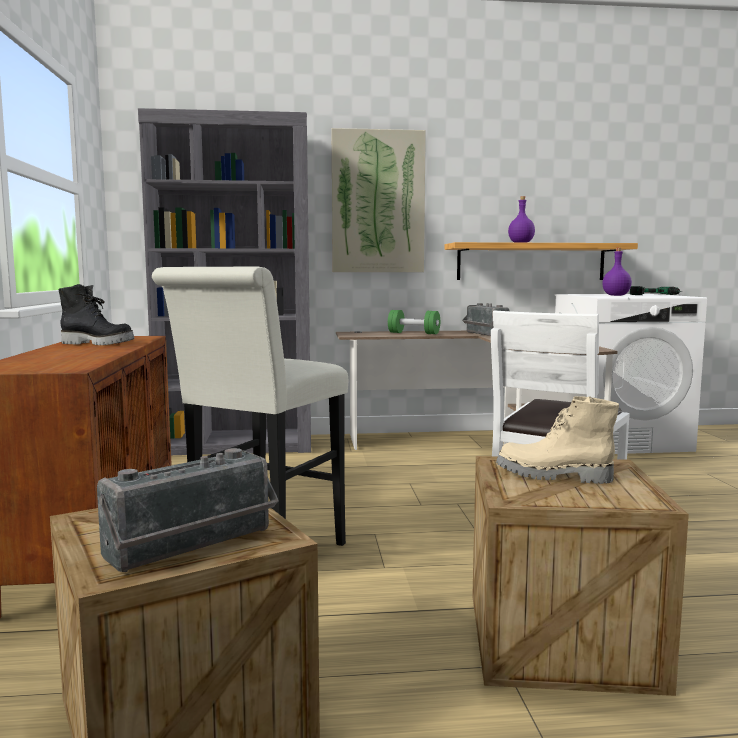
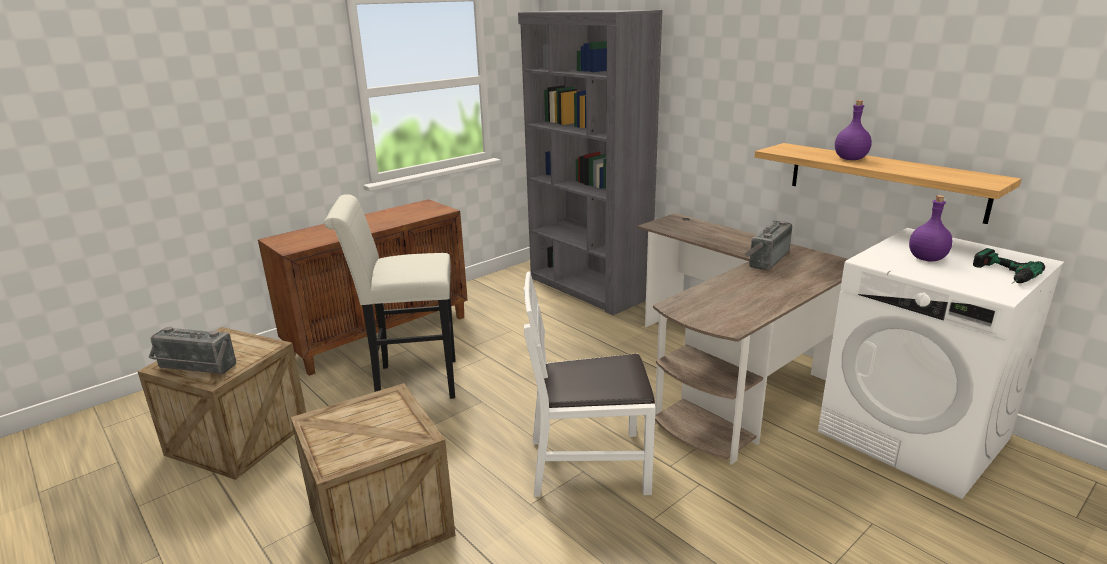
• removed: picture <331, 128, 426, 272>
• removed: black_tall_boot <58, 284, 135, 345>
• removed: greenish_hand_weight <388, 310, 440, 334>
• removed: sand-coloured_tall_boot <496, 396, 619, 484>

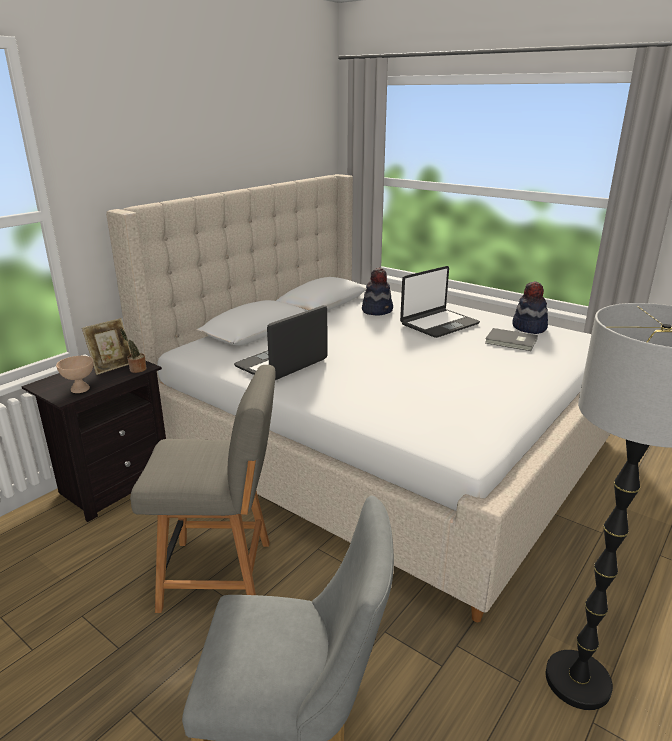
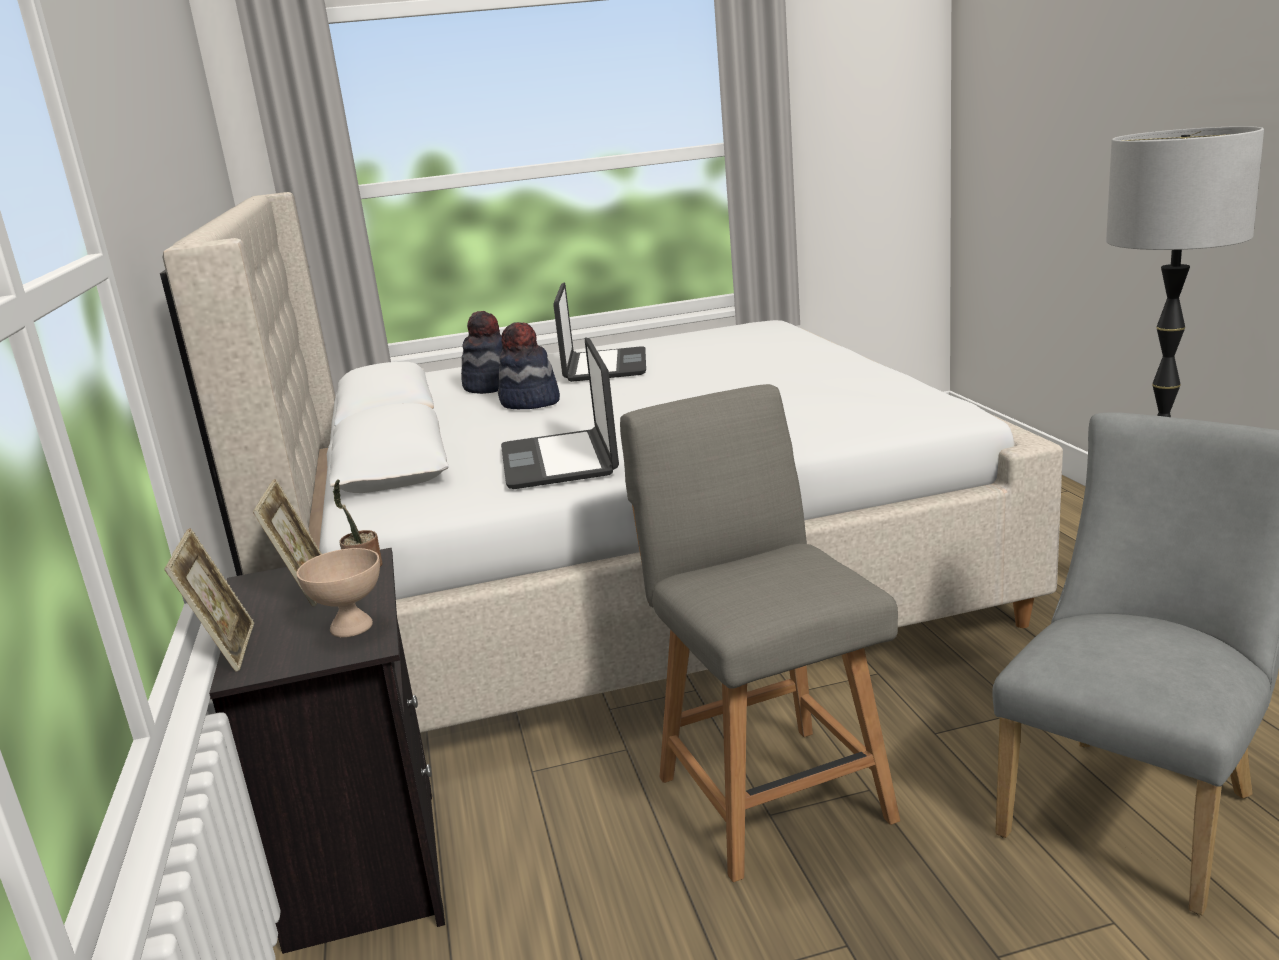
• moved: hat <512, 281, 548, 334> to <498, 322, 560, 409>
• removed: greyish_bound_book <485, 328, 538, 351>
• turned: greyish_plain_chair <130, 365, 276, 613> = <620, 384, 900, 882> 60 degrees counterclockwise
• added: picture_frame <164, 528, 254, 672>

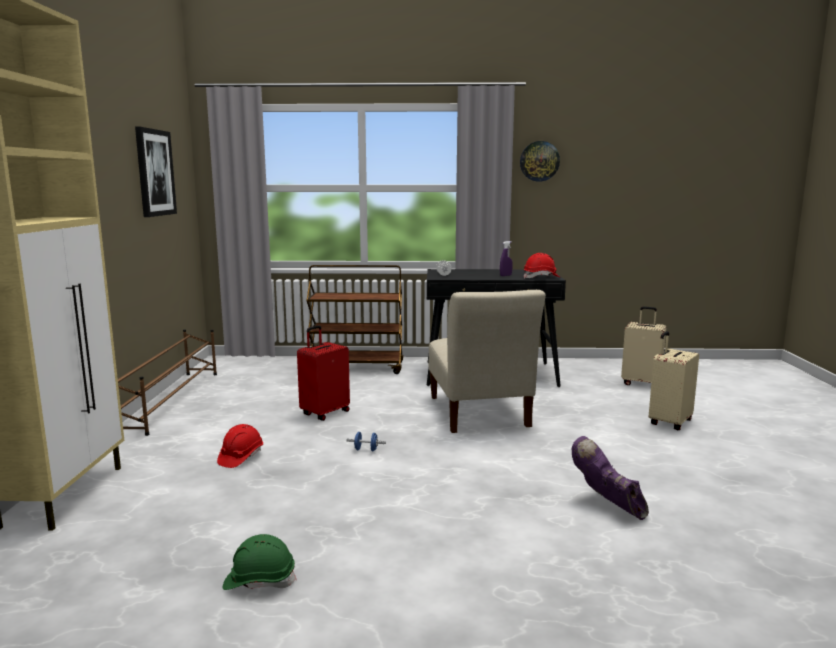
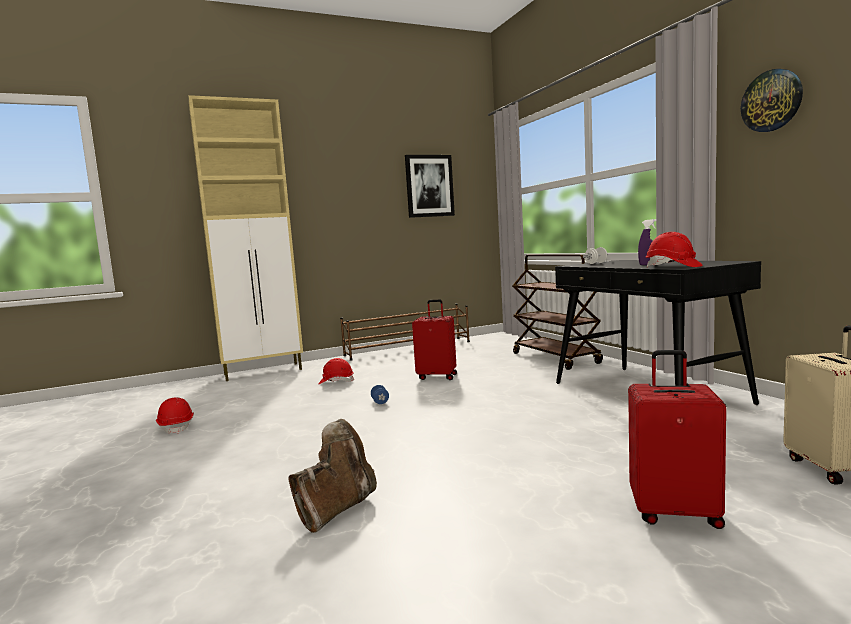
• removed: sand-coloured_plain_chair <429, 290, 546, 433>
• recoloured: sand-coloured_travel_case <649, 331, 699, 431> to red_travel_case <628, 350, 726, 529>
• recoloured: purple_tall_boot <572, 436, 649, 520> to brownish_tall_boot <289, 419, 377, 533>
• recoloured: greenish_safety_helmet <223, 534, 296, 590> to red_safety_helmet <156, 397, 194, 434>

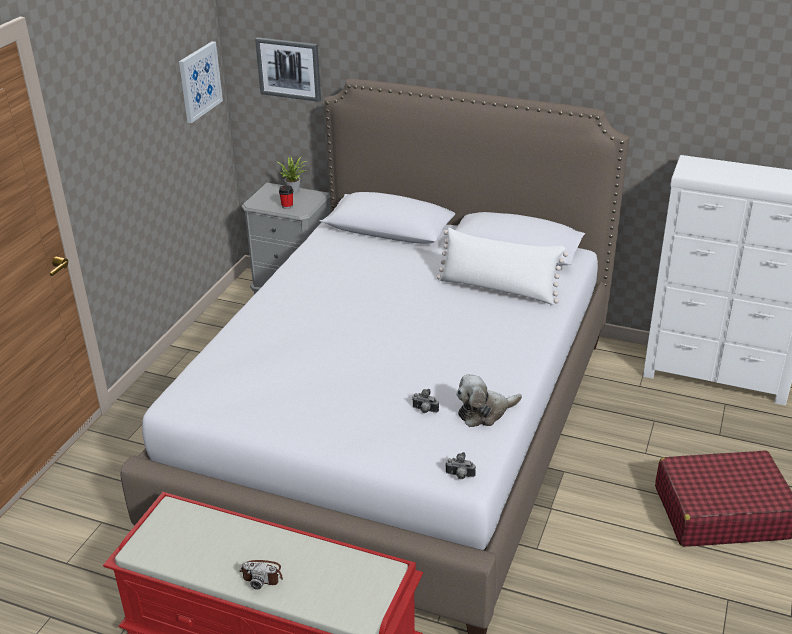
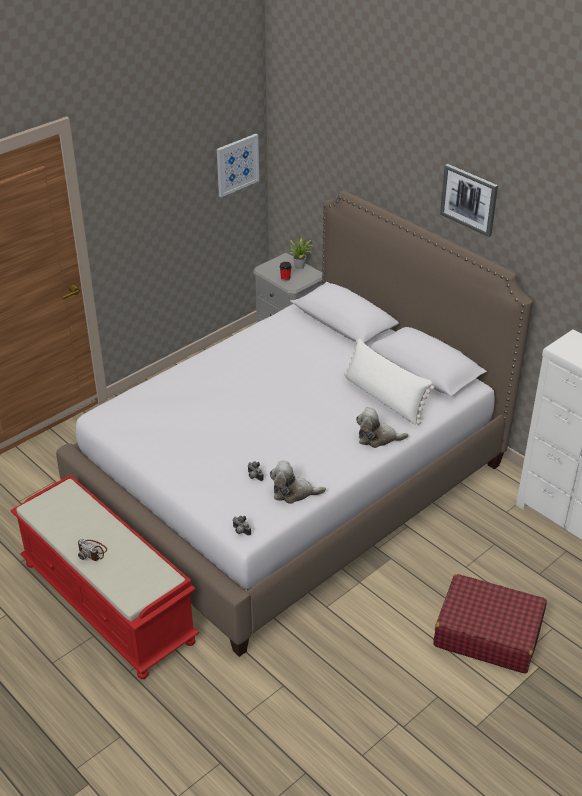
• moved: picture <255, 37, 321, 102> to <440, 164, 498, 237>
• added: cuddly_toy <356, 407, 408, 448>

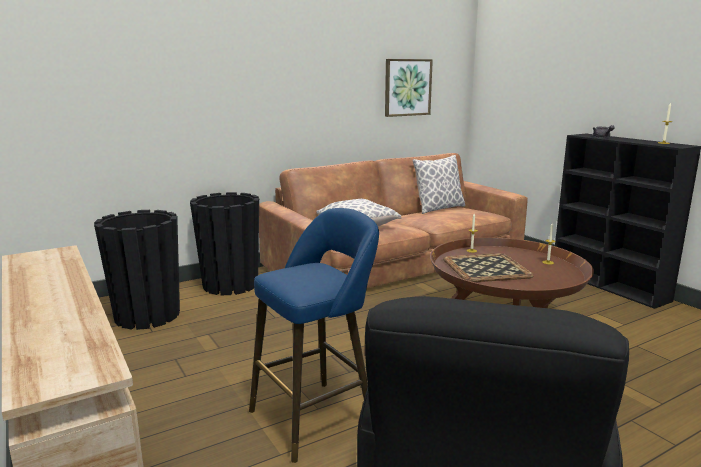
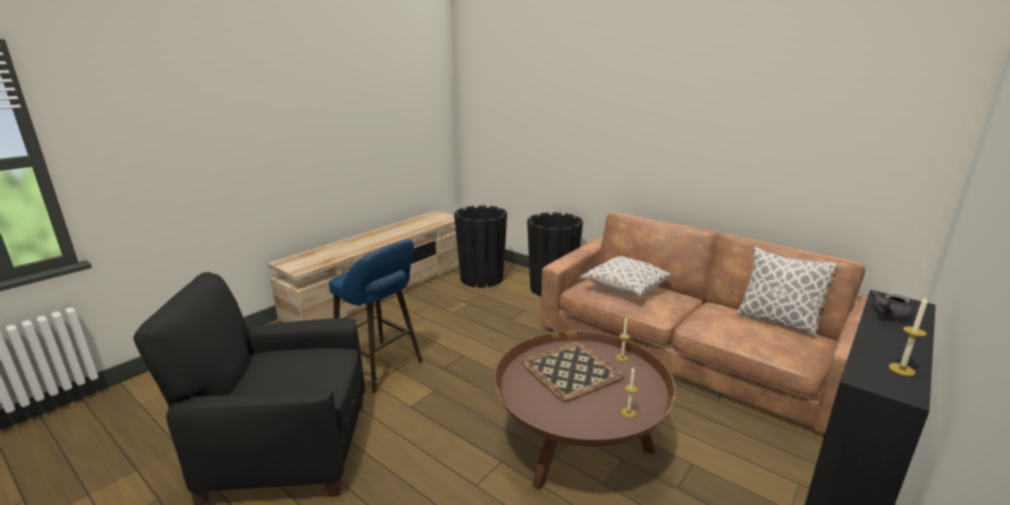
• removed: picture <385, 59, 433, 117>

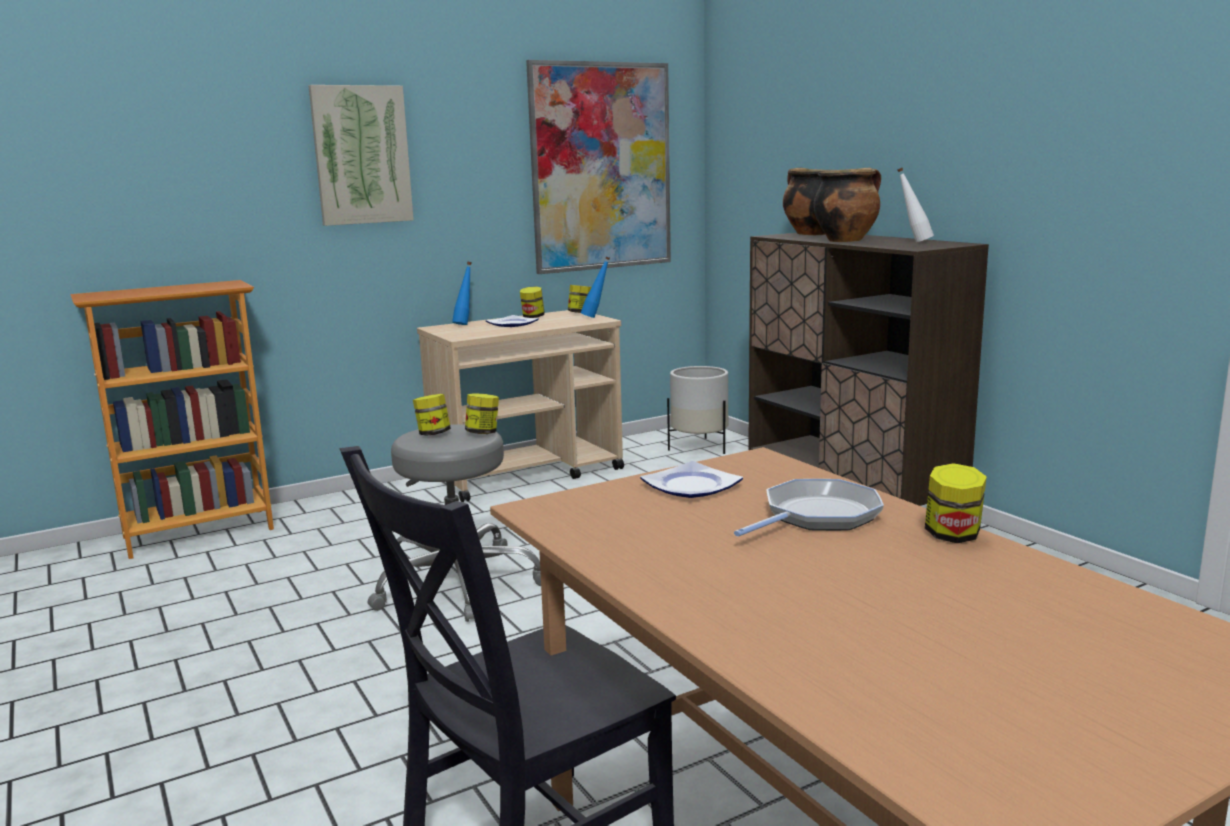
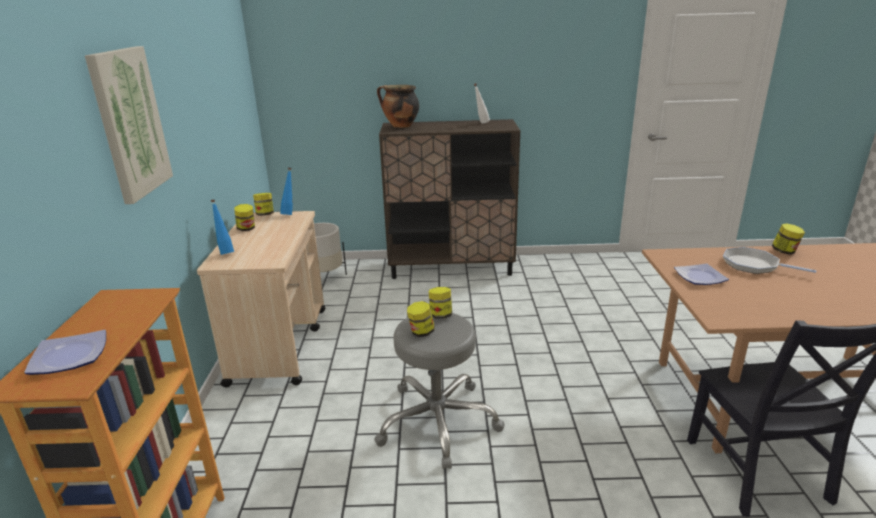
• removed: picture <526, 60, 671, 274>
• removed: saucepot <814, 168, 881, 242>
• moved: dinner_plate <485, 315, 539, 327> to <24, 330, 106, 375>
• turned: frying_pan <734, 479, 884, 536> = <723, 247, 817, 274> 45 degrees counterclockwise

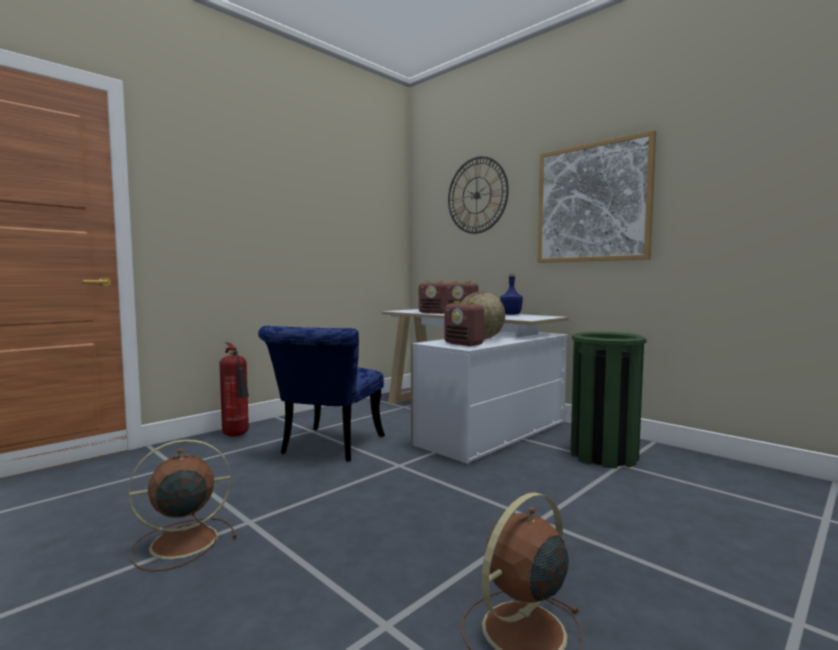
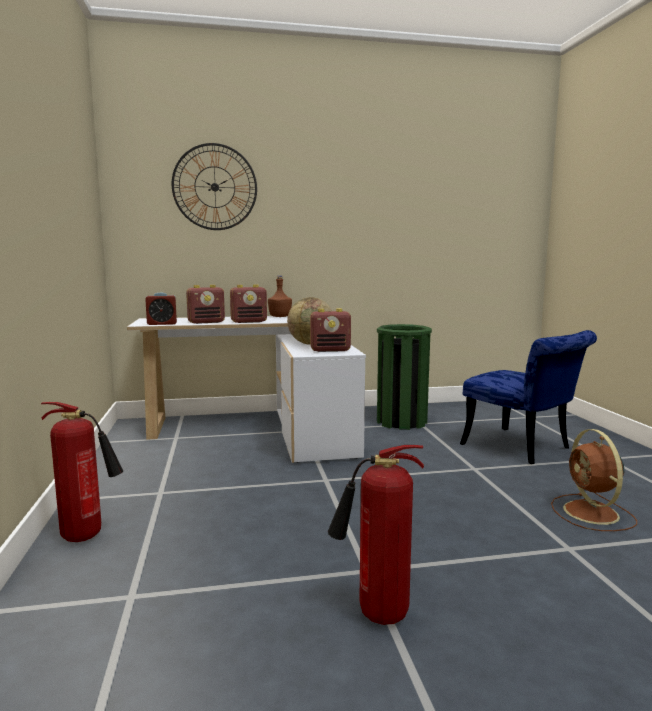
• removed: picture <538, 130, 656, 263>
• recoloured: blue-coloured_bottle <500, 273, 523, 315> to brownish_bottle <268, 276, 292, 317>
• moved: blue-coloured_plain_chair <258, 326, 385, 462> to <460, 330, 597, 464>
• replaced: brownish_fan <128, 439, 237, 572> to fire_extinguisher <328, 445, 424, 625>
• added: table_clock <145, 292, 177, 325>

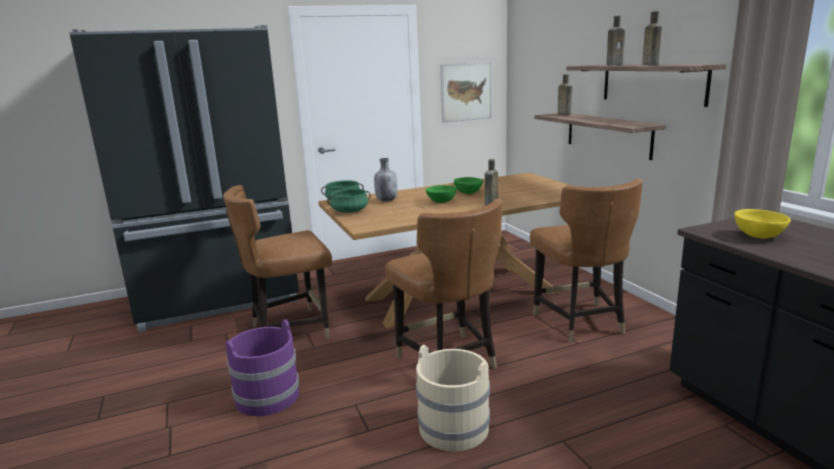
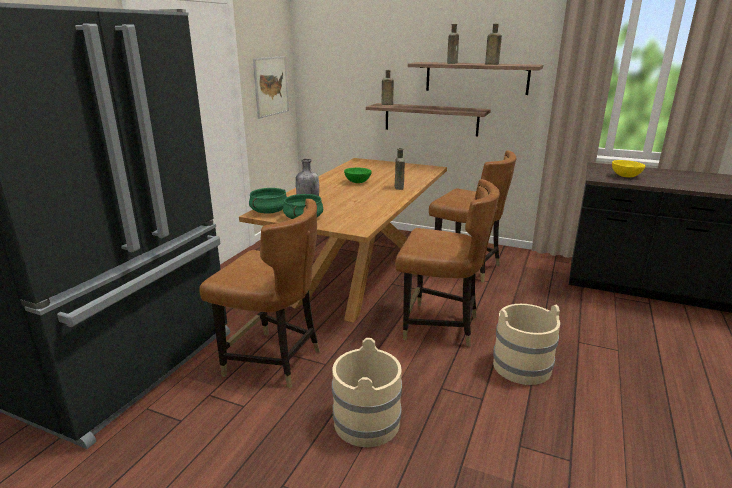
• turned: brownish_plain_chair <223, 185, 332, 339> = <199, 199, 320, 388> 90 degrees counterclockwise
• removed: greenish_deep_dish <426, 185, 457, 203>
• recoloured: purple_bucket <226, 319, 299, 416> to sand-coloured_bucket <332, 338, 402, 447>

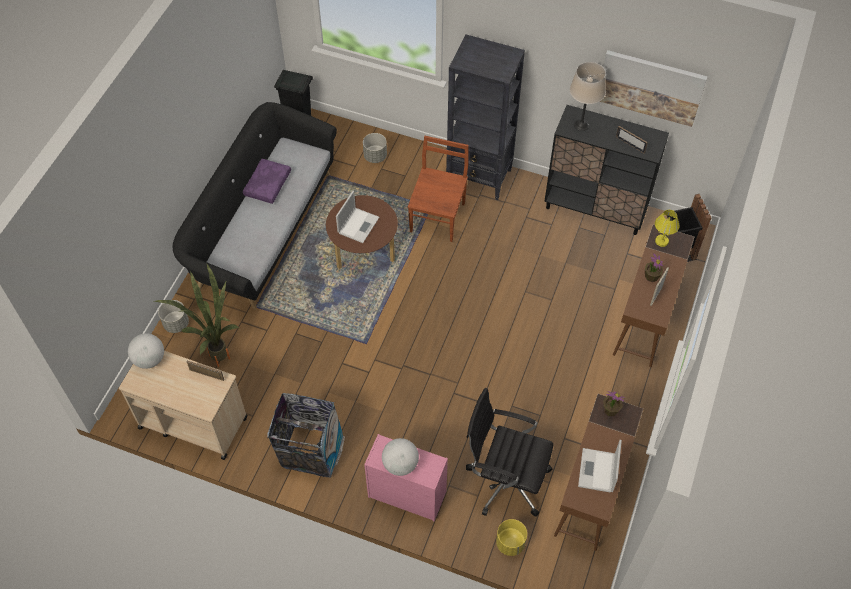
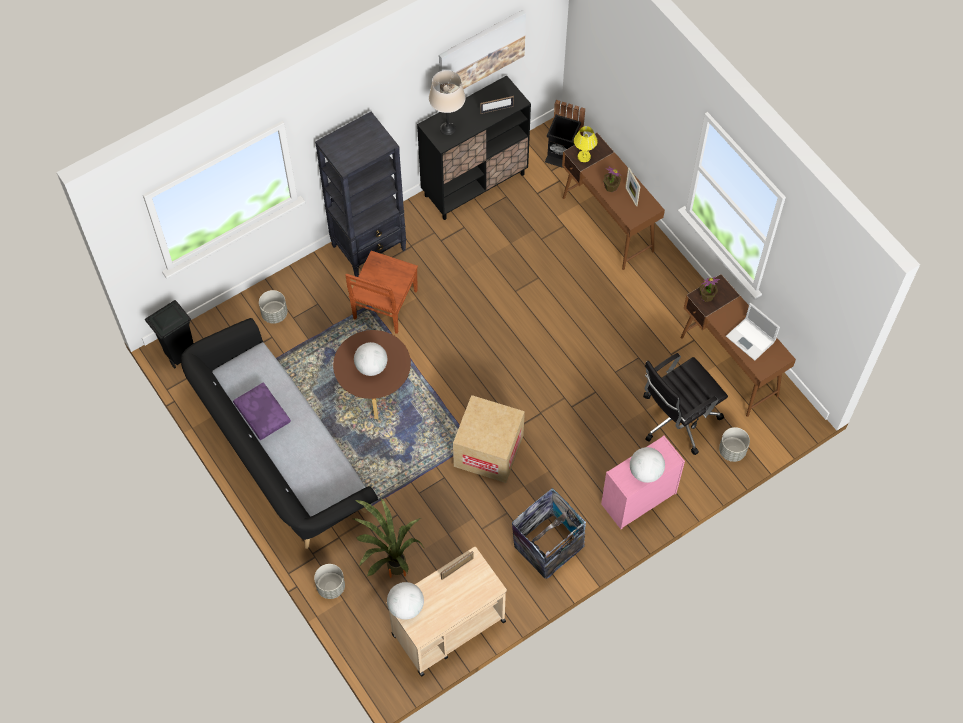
• turned: brownish_plain_chair <408, 136, 469, 242> = <346, 251, 418, 334> 120 degrees counterclockwise
• replaced: notebook_computer <336, 191, 379, 243> to globe <354, 342, 387, 376>
• recoloured: yellow_flower_pot <496, 519, 527, 556> to greyish_flower_pot <719, 427, 750, 462>
• added: cardboard_box <453, 395, 525, 483>

